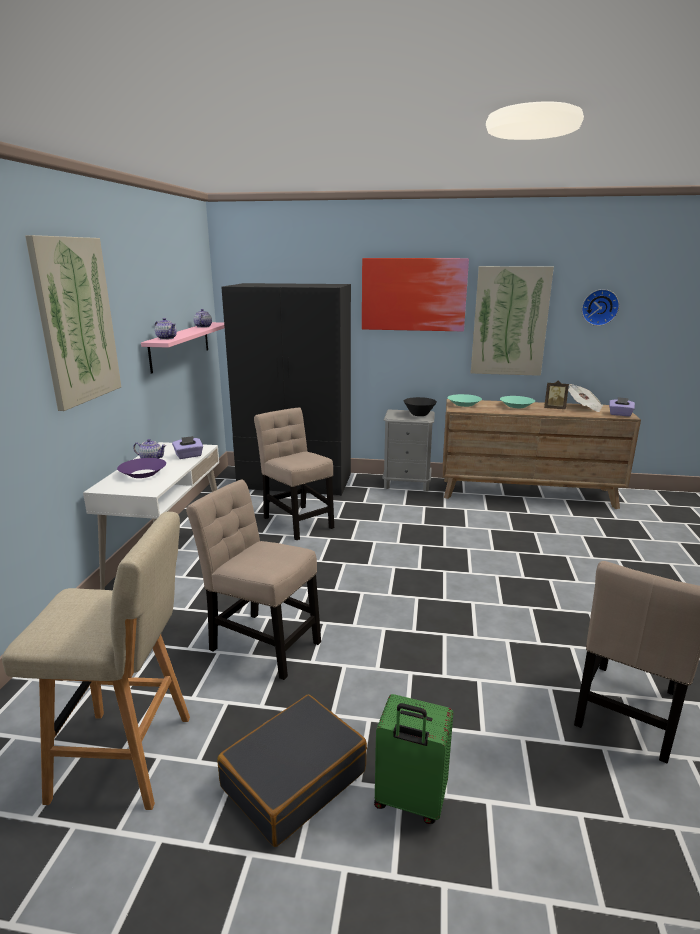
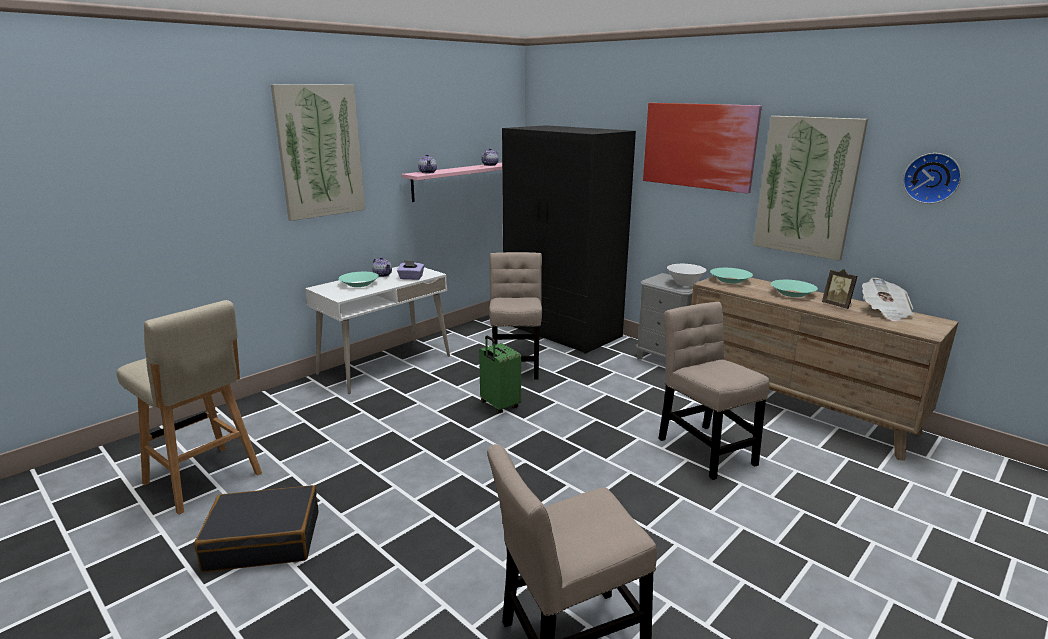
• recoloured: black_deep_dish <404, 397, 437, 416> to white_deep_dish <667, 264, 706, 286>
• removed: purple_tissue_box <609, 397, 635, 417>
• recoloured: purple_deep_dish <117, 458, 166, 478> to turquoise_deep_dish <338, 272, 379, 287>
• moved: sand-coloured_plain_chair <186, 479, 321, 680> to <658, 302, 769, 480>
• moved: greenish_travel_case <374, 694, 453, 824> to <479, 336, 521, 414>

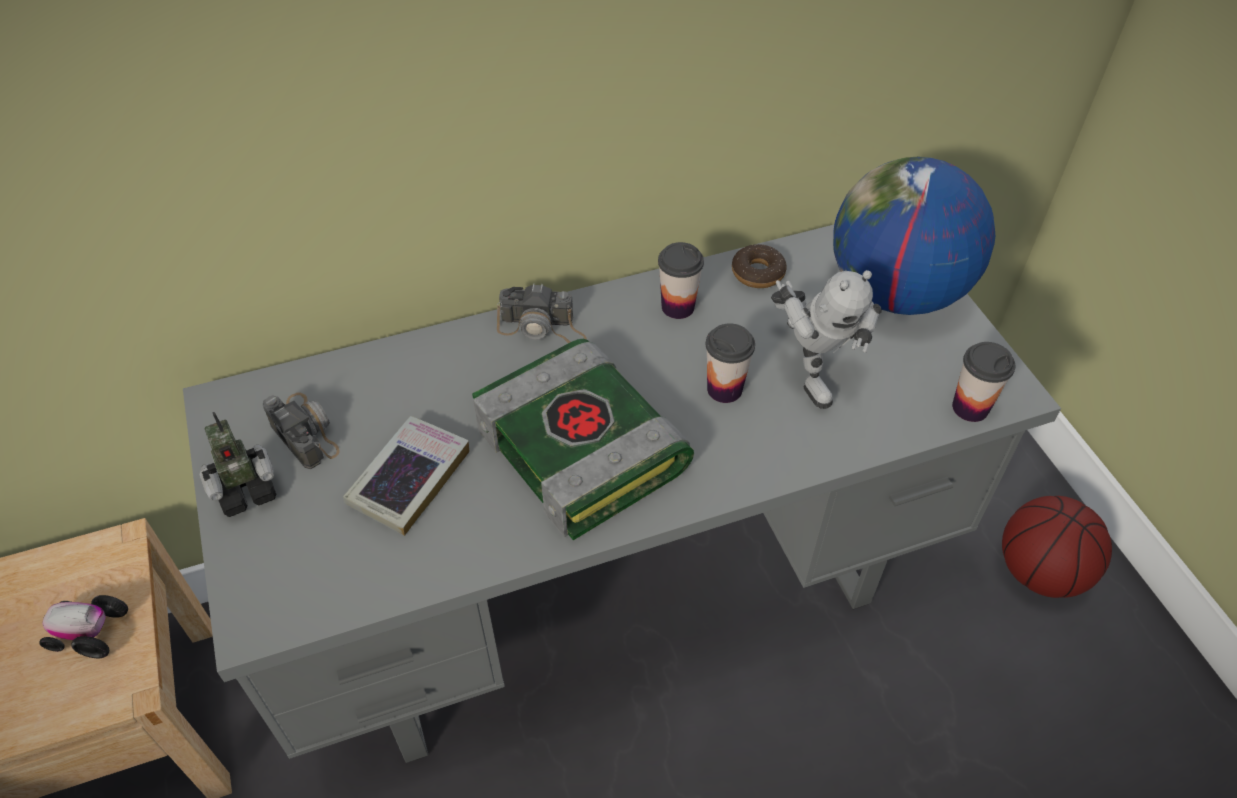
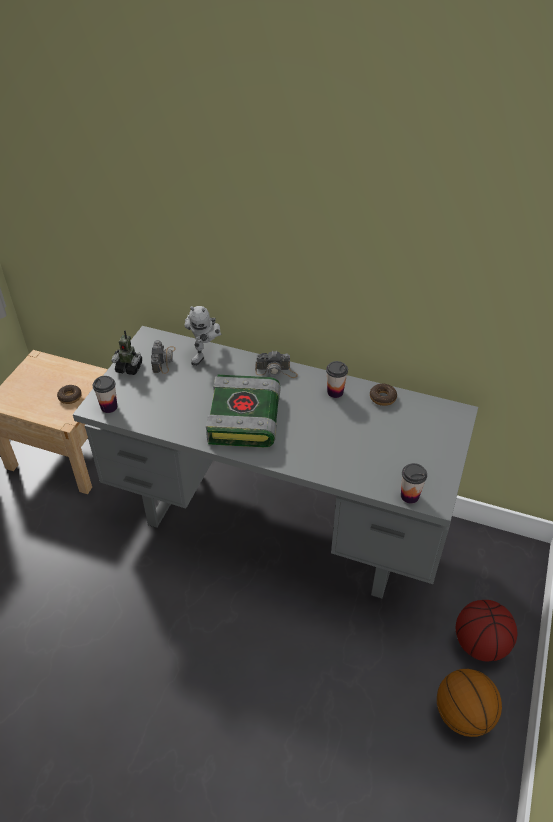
• removed: globe <833, 157, 995, 315>
• moved: model_robot <771, 270, 882, 409> to <184, 306, 222, 366>
• turned: photo_camera <497, 283, 587, 343> = <255, 351, 298, 378> 45 degrees counterclockwise
• moved: small_cup <706, 323, 755, 403> to <93, 376, 117, 413>
• removed: bound_book <343, 416, 470, 536>
• replaced: toy_car <39, 595, 128, 658> to donut <57, 385, 82, 404>
• added: basketball_ball <437, 669, 502, 737>

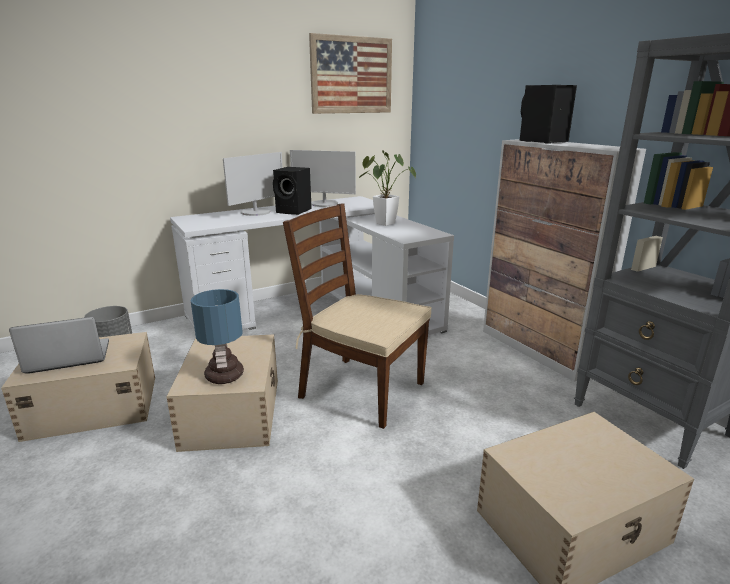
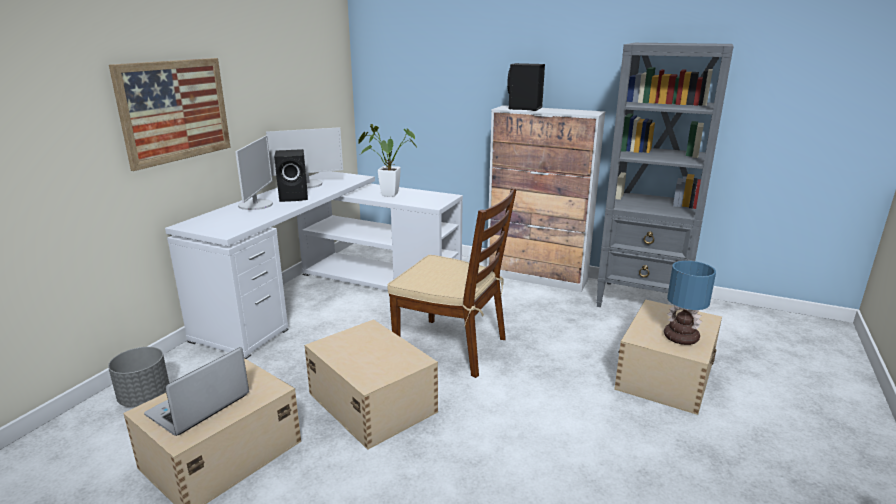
• moved: picture <309, 33, 392, 114> to <109, 58, 231, 171>
• turned: brownish_plain_chair <283, 203, 431, 429> = <387, 187, 516, 378> 150 degrees counterclockwise
• moved: tabletop_lamp <191, 289, 244, 384> to <664, 261, 716, 345>

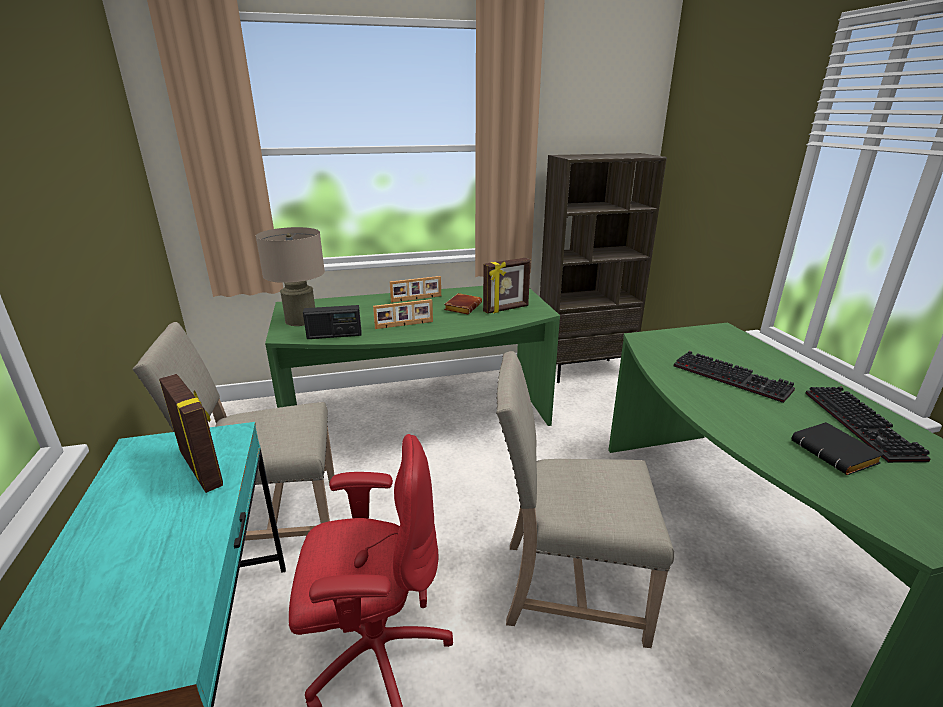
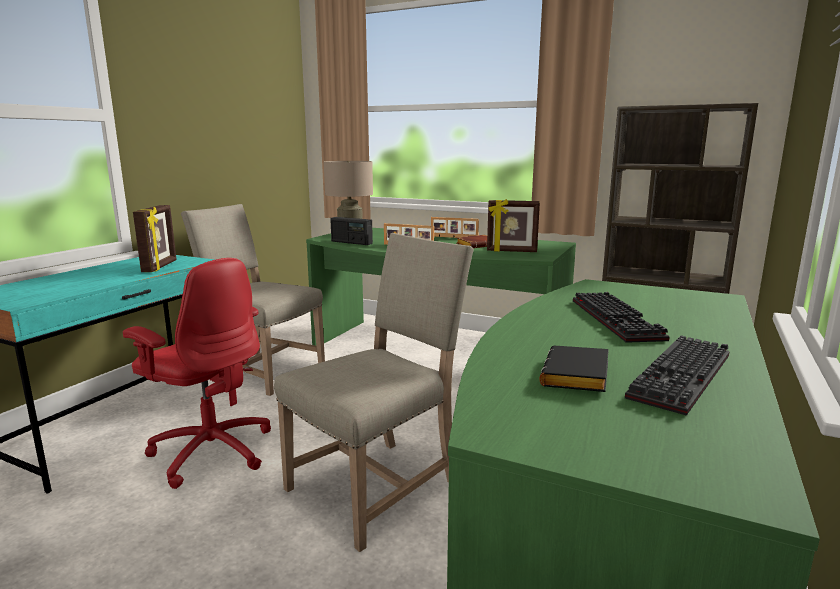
• turned: sand-coloured_plain_chair <496, 351, 674, 648> = <274, 233, 474, 552> 90 degrees clockwise

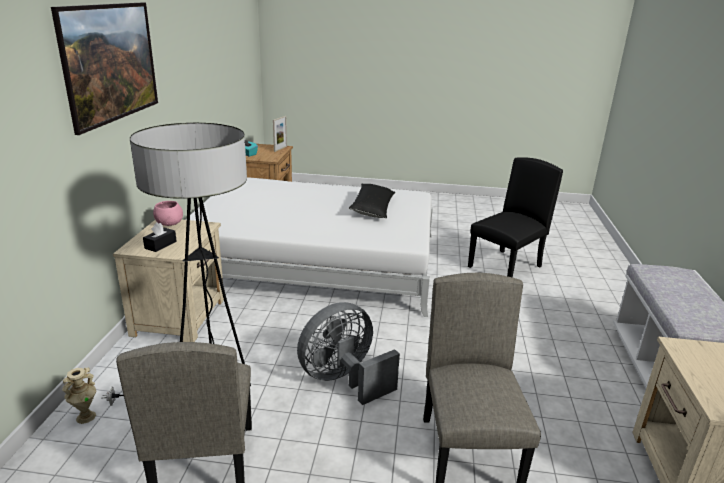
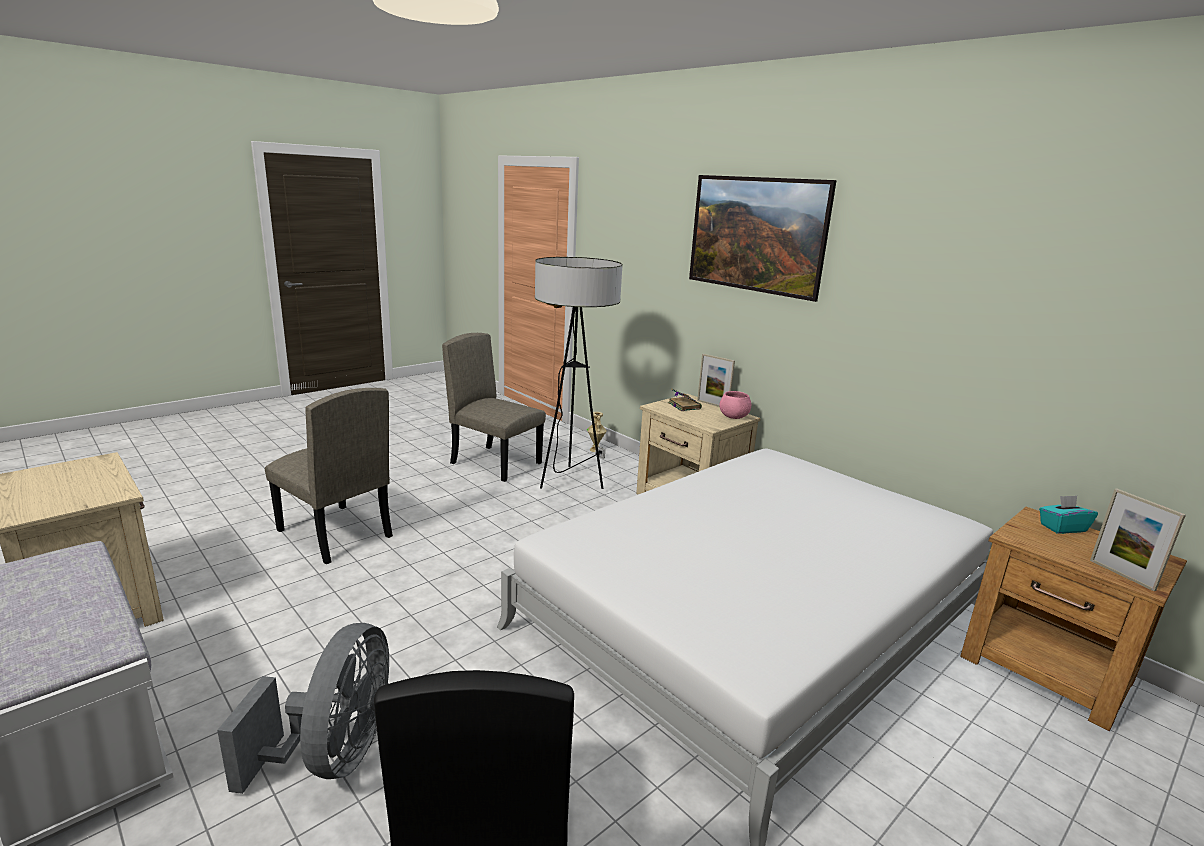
• removed: black_throw_pillow <349, 184, 395, 218>
• replaced: black_tissue_box <143, 222, 177, 252> to bound_book <668, 388, 702, 411>
• moved: greyish_fan <297, 302, 400, 405> to <217, 623, 389, 794>
• added: picture_frame <697, 354, 735, 407>

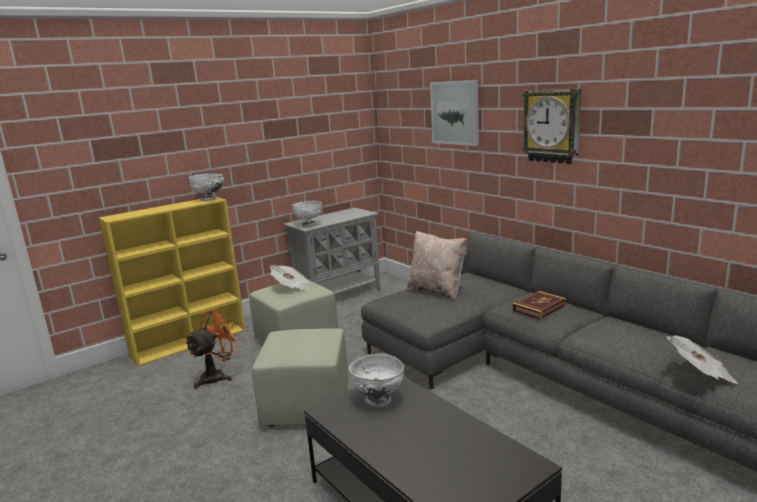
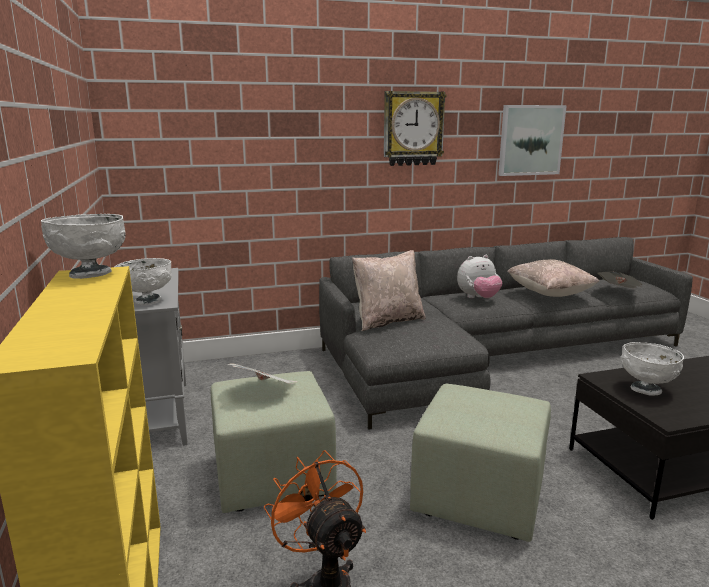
• moved: picture <430, 80, 479, 146> to <498, 105, 567, 176>
• replaced: bound_book <513, 291, 566, 319> to cuddly_toy <457, 255, 502, 298>
• added: sand-coloured_throw_pillow <507, 259, 599, 297>

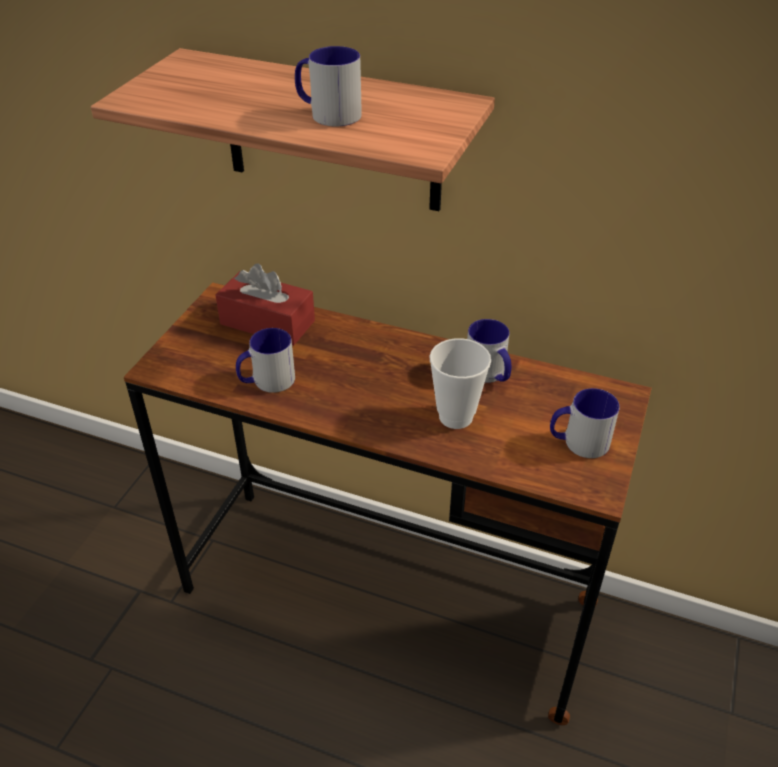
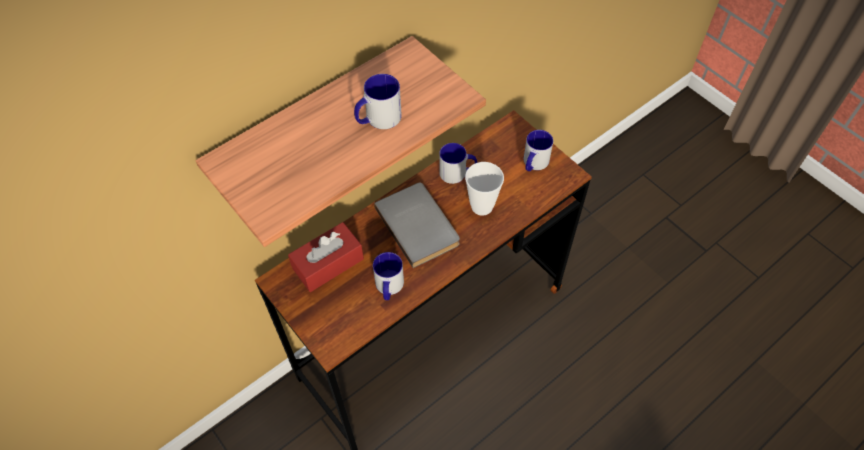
• added: greyish_bound_book <374, 183, 460, 268>

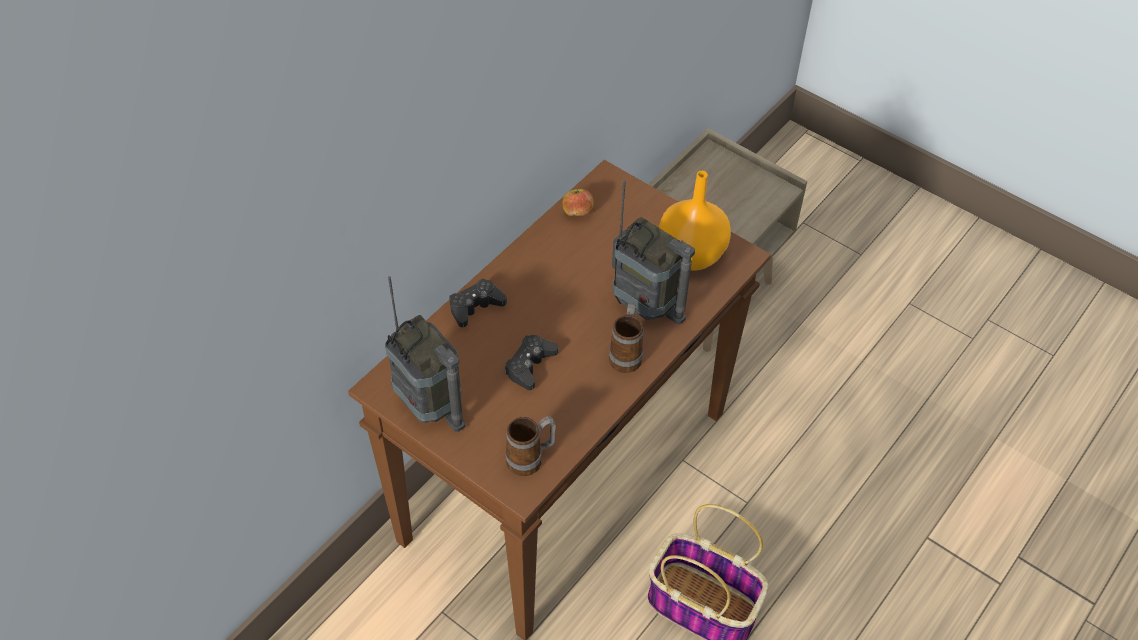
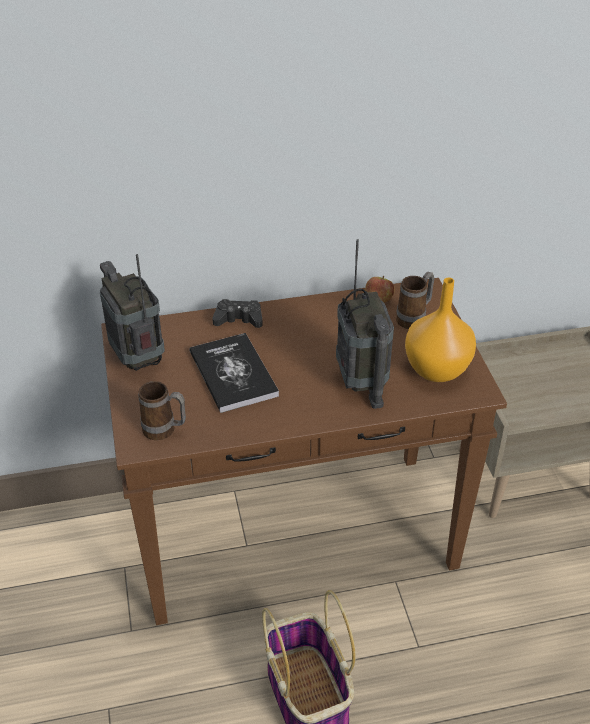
• turned: radio_receiver <385, 276, 465, 432> = <100, 254, 165, 371> 150 degrees clockwise
• moved: tea_mug <609, 303, 643, 373> to <396, 272, 435, 329>
• replaced: black_game_controller <505, 335, 558, 390> to bound_book <189, 333, 279, 413>

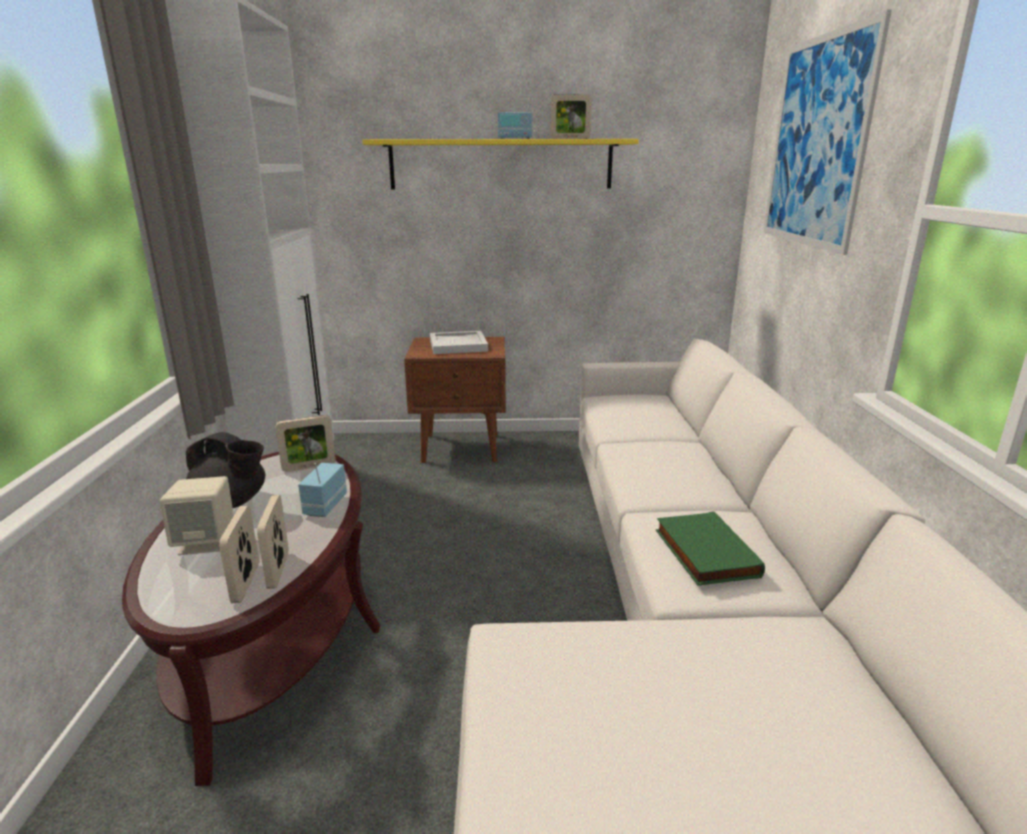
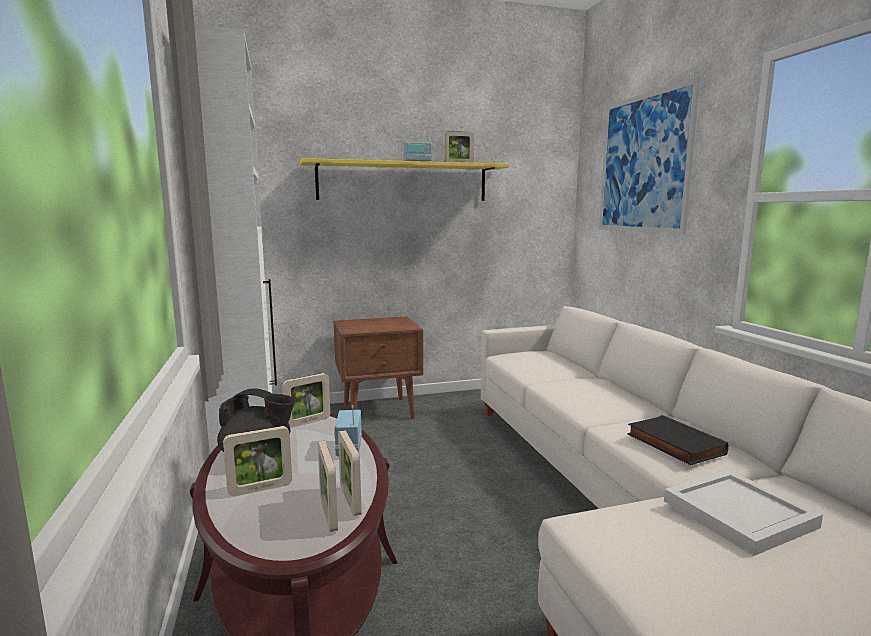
• moved: white_serving_tray <430, 331, 488, 354> to <664, 470, 823, 556>
• replaced: sand-coloured_speaker <160, 476, 234, 555> to picture_frame <223, 426, 292, 496>
• recoloured: greenish_bound_book <656, 511, 765, 586> to black_bound_book <627, 415, 729, 465>

